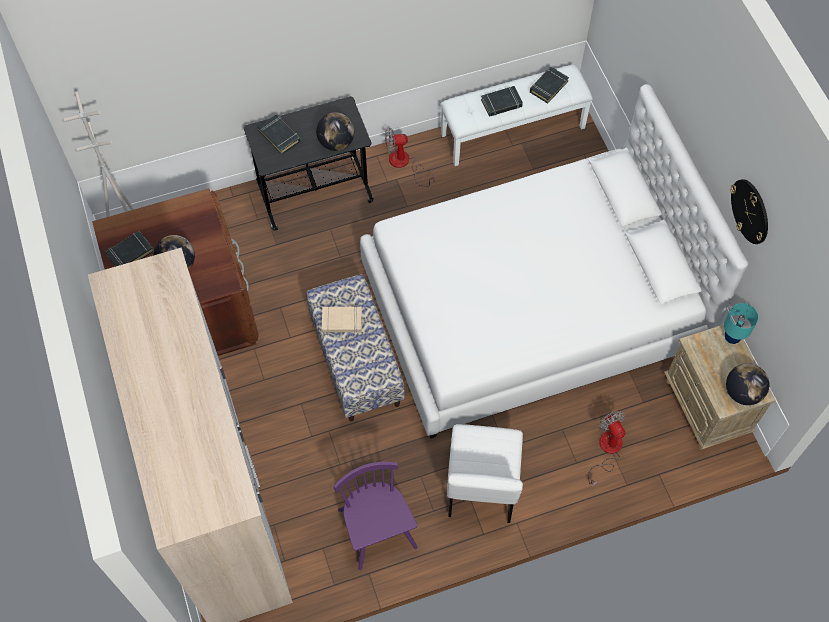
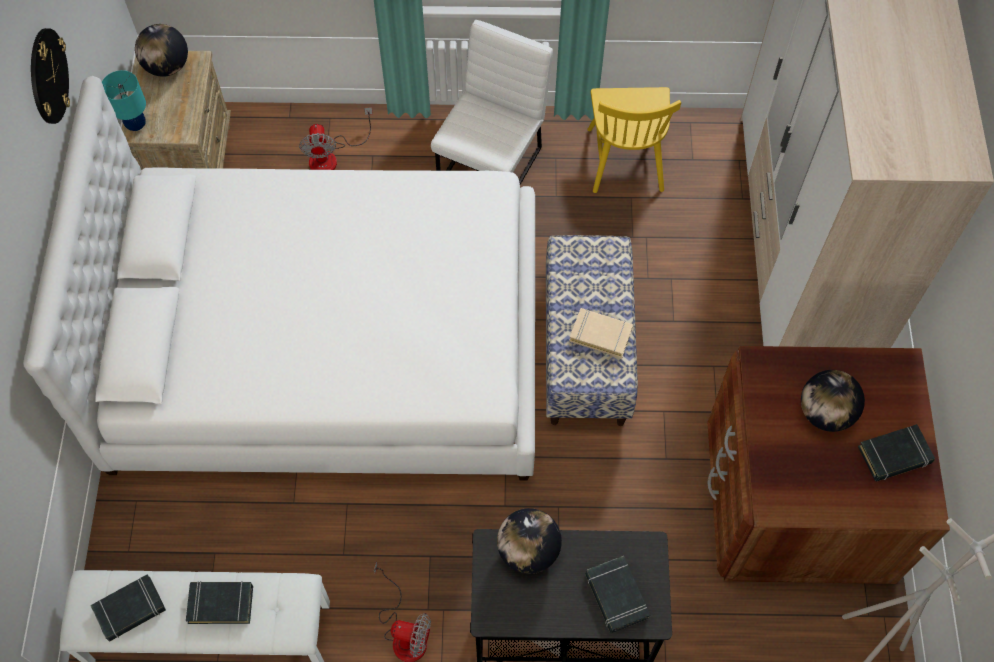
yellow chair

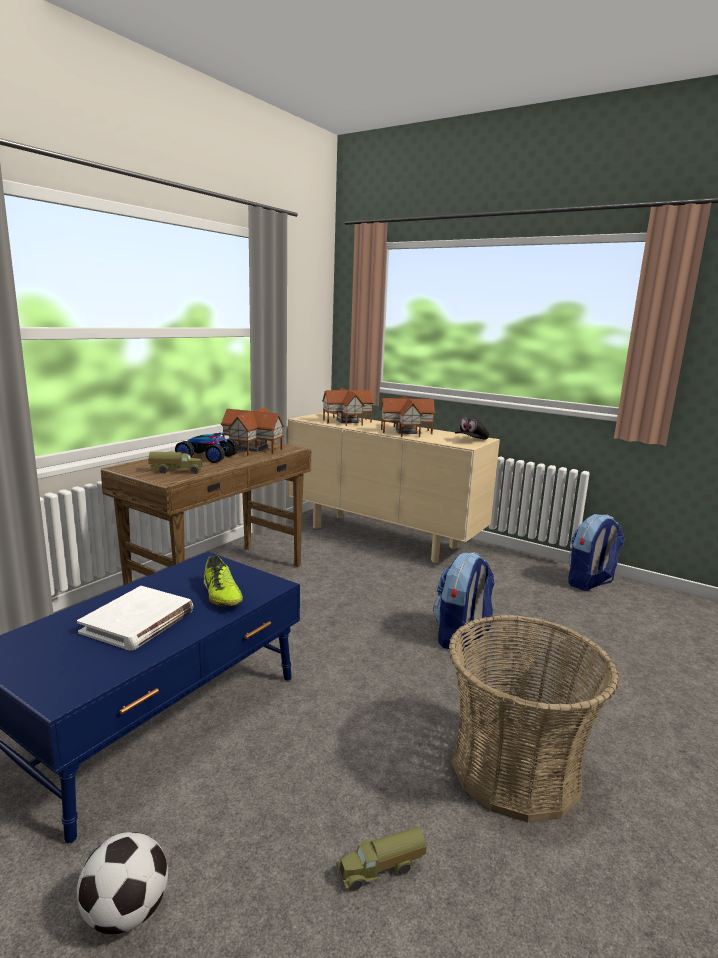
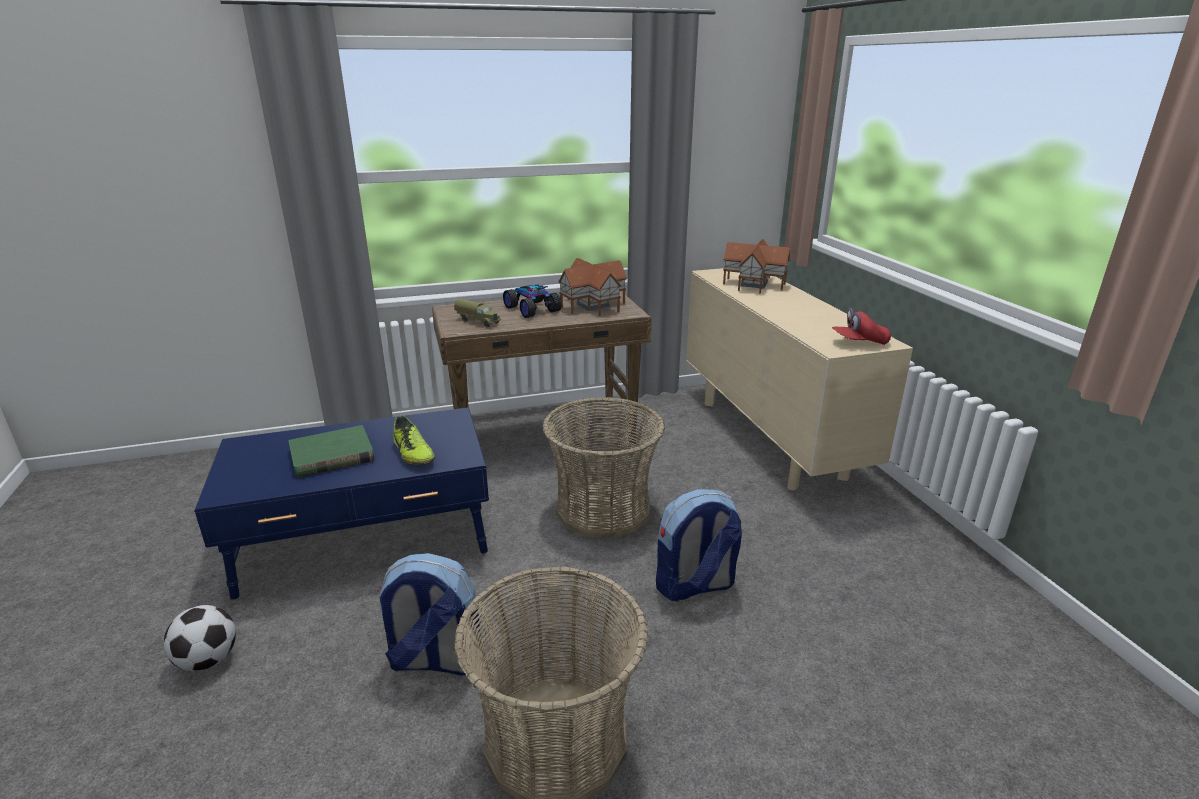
toy truck (no. 2 from left in the first image)
toy house (no. 3 from left in the first image)
basket (no. 2 from left)
backpack (no. 1 from left)
green book
red cap
shoe

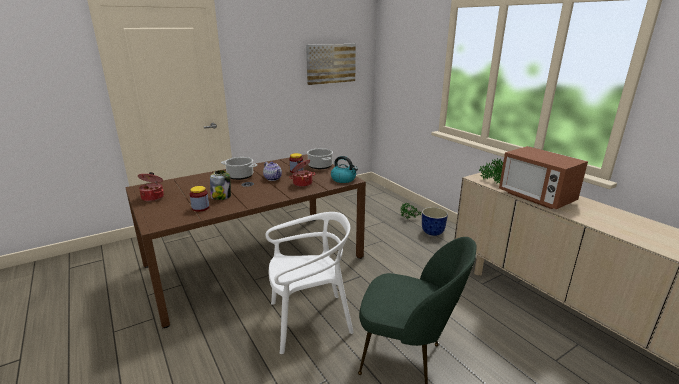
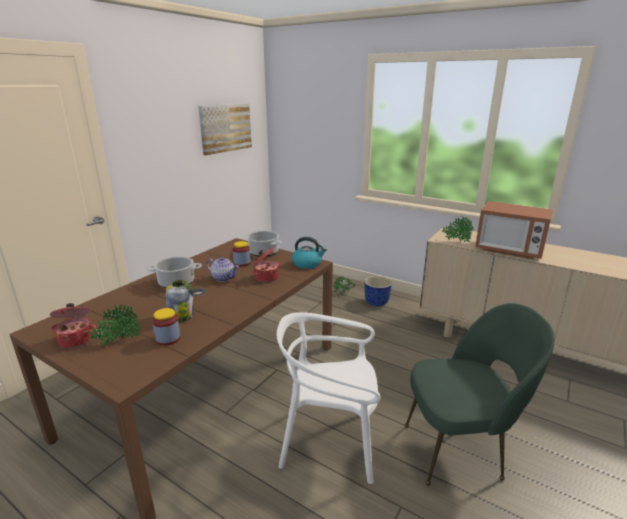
potted plant (no. 1 from left)
white chair

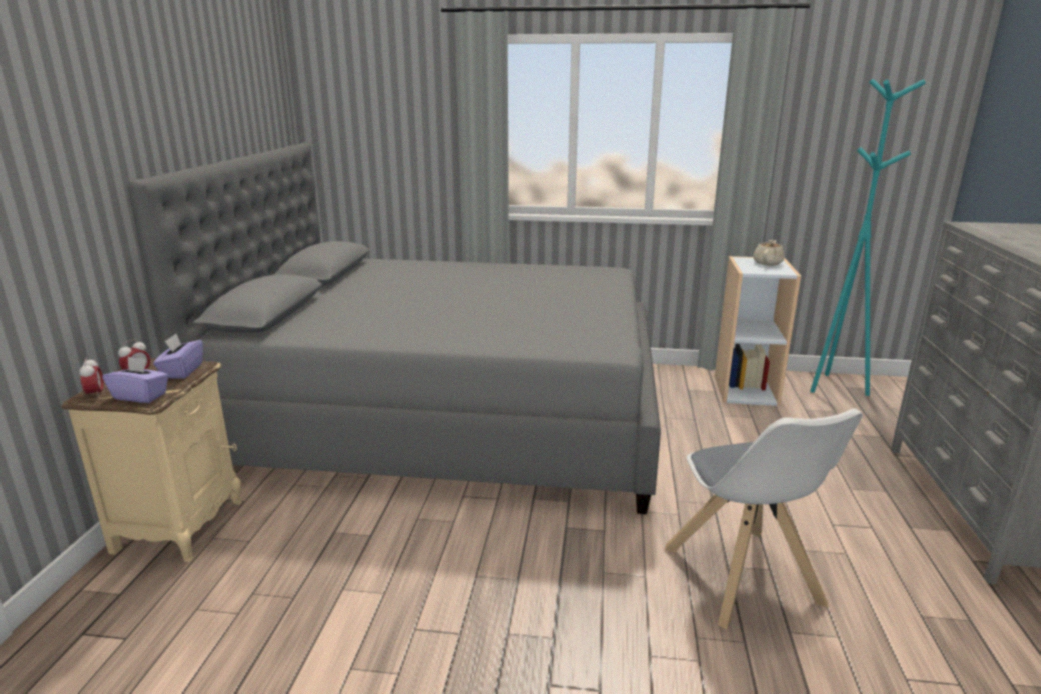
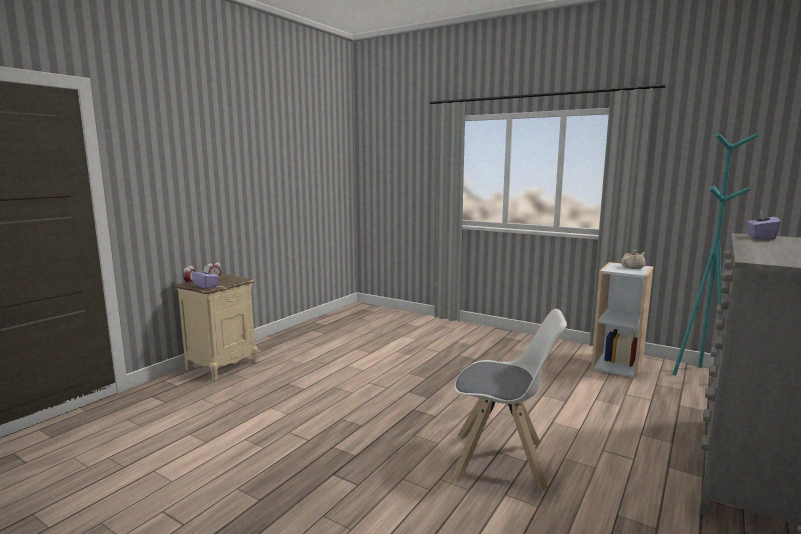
grey bed
purple tissue box (no. 2 from left)
chair

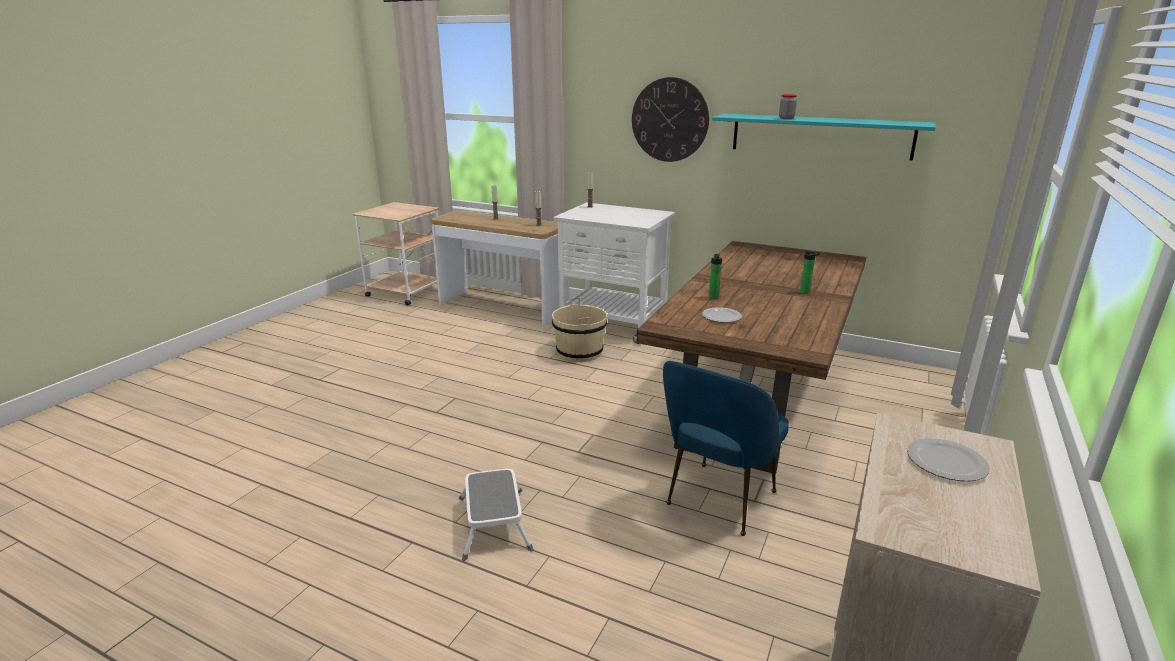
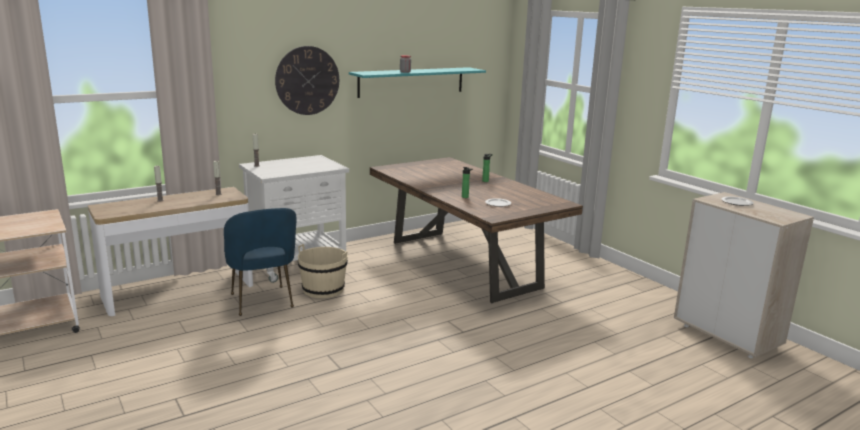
grey step ladder
blue chair

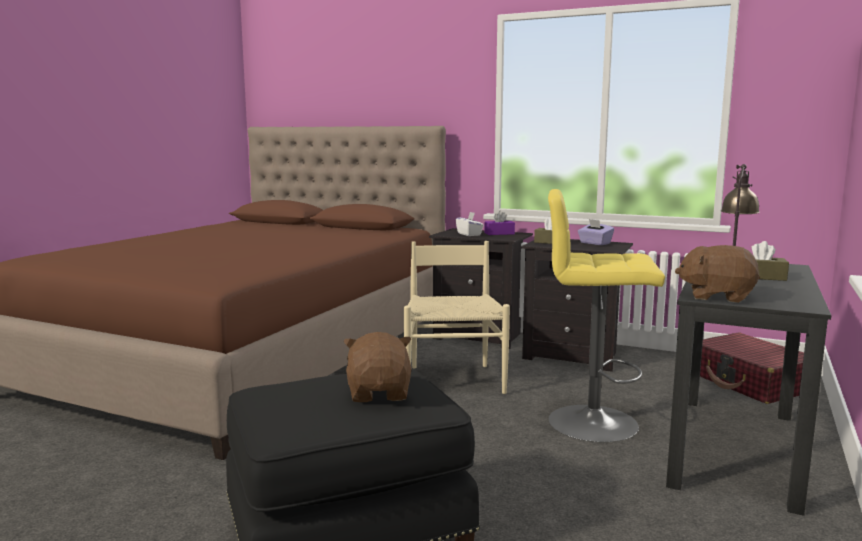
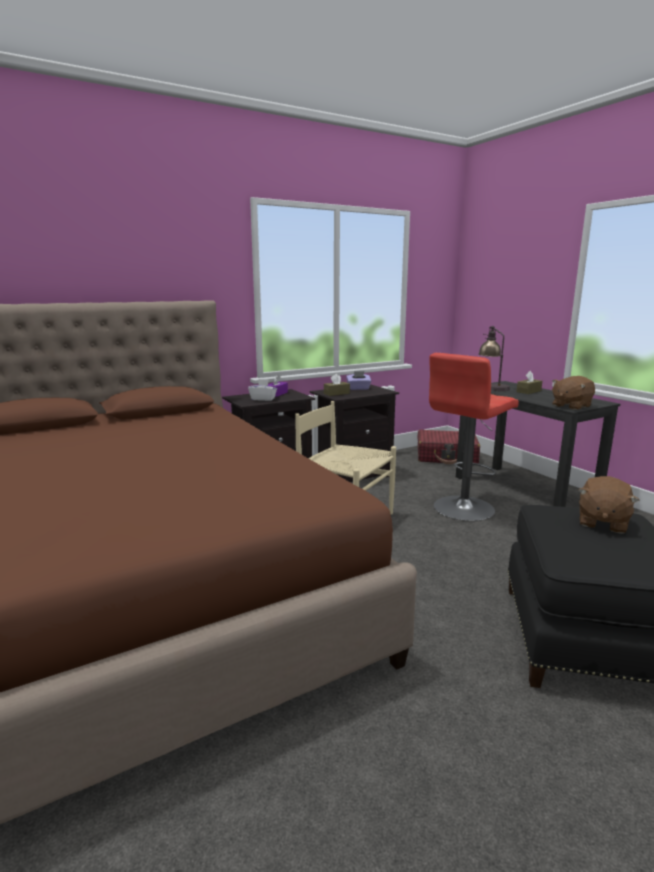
red stool
brown plush toy (no. 2 from left)

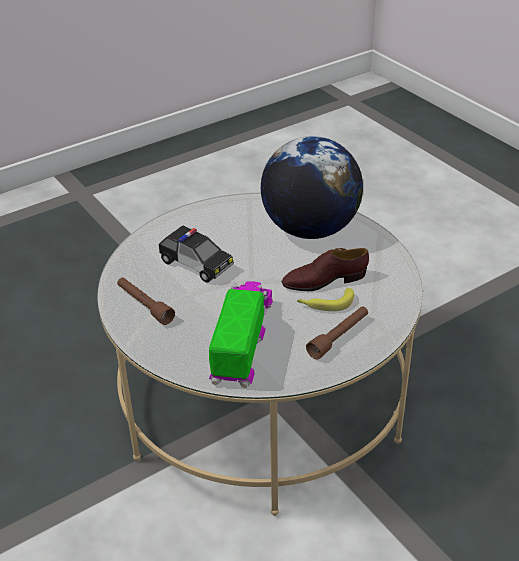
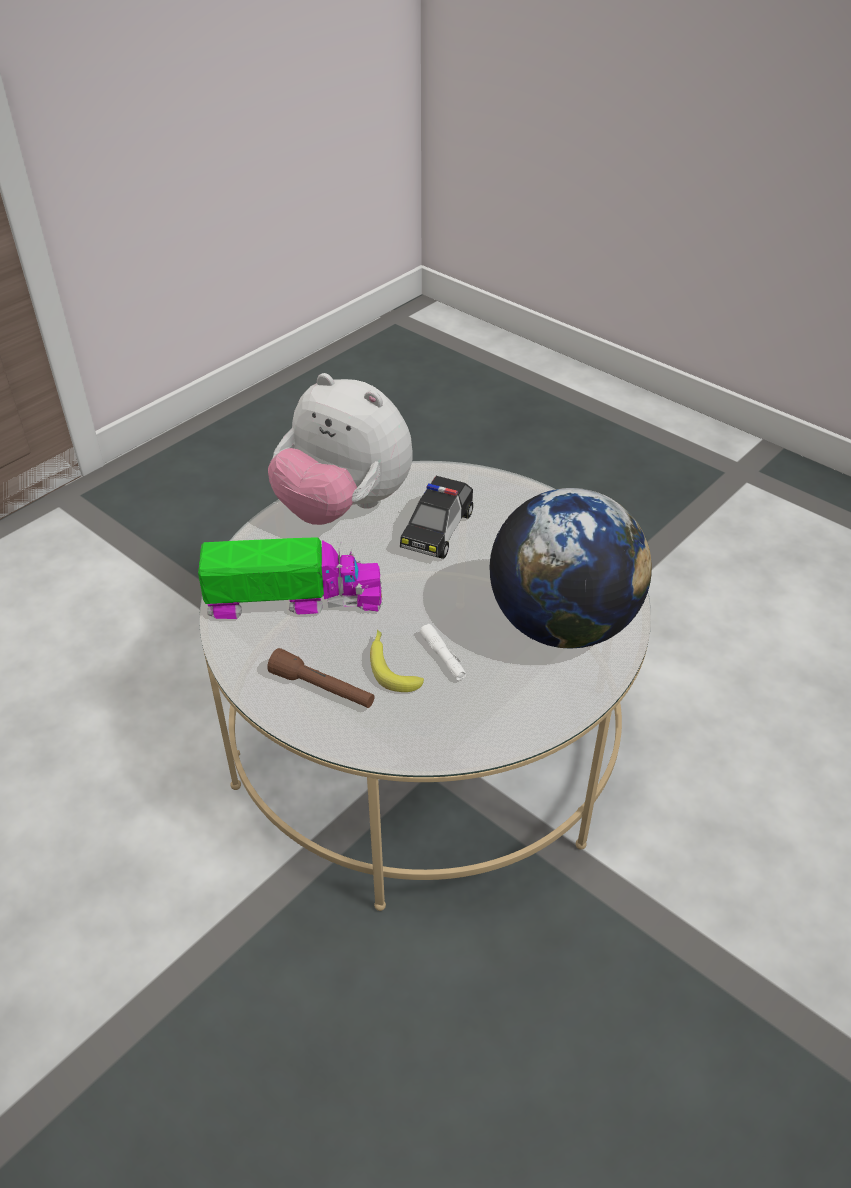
plush toy
white flashlight

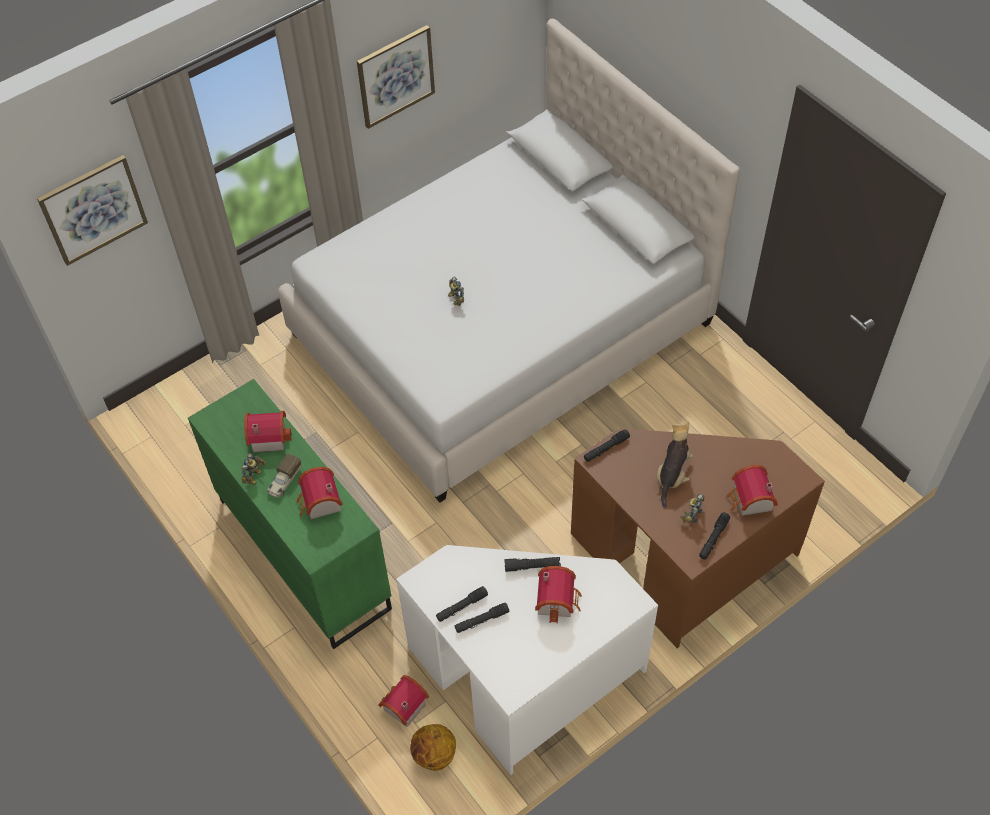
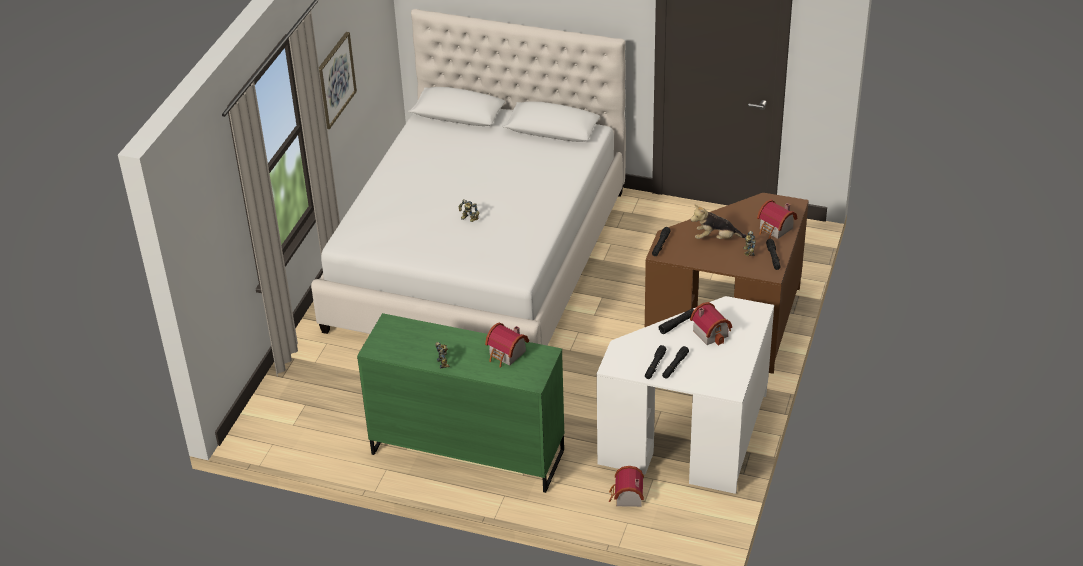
picture (no. 1 from left in the first image)
toy house (no. 1 from left in the first image)
toy truck
basketball
plush toy

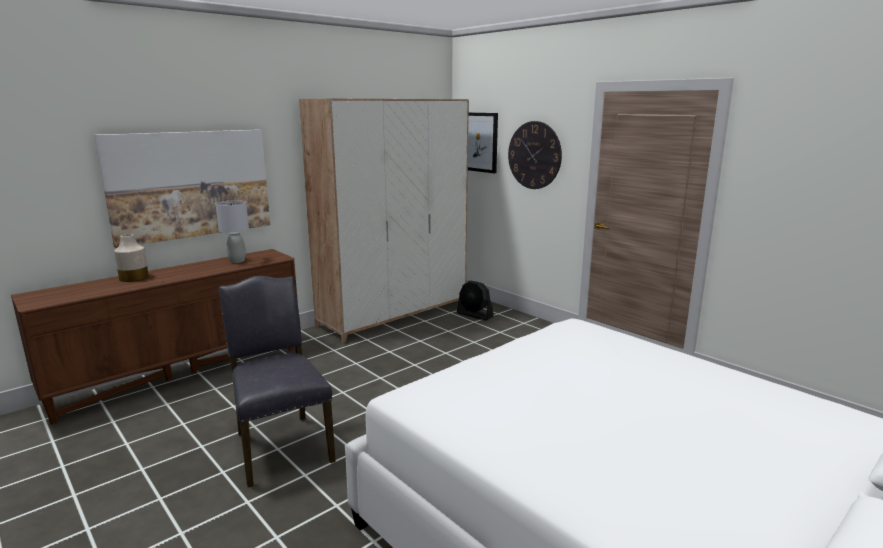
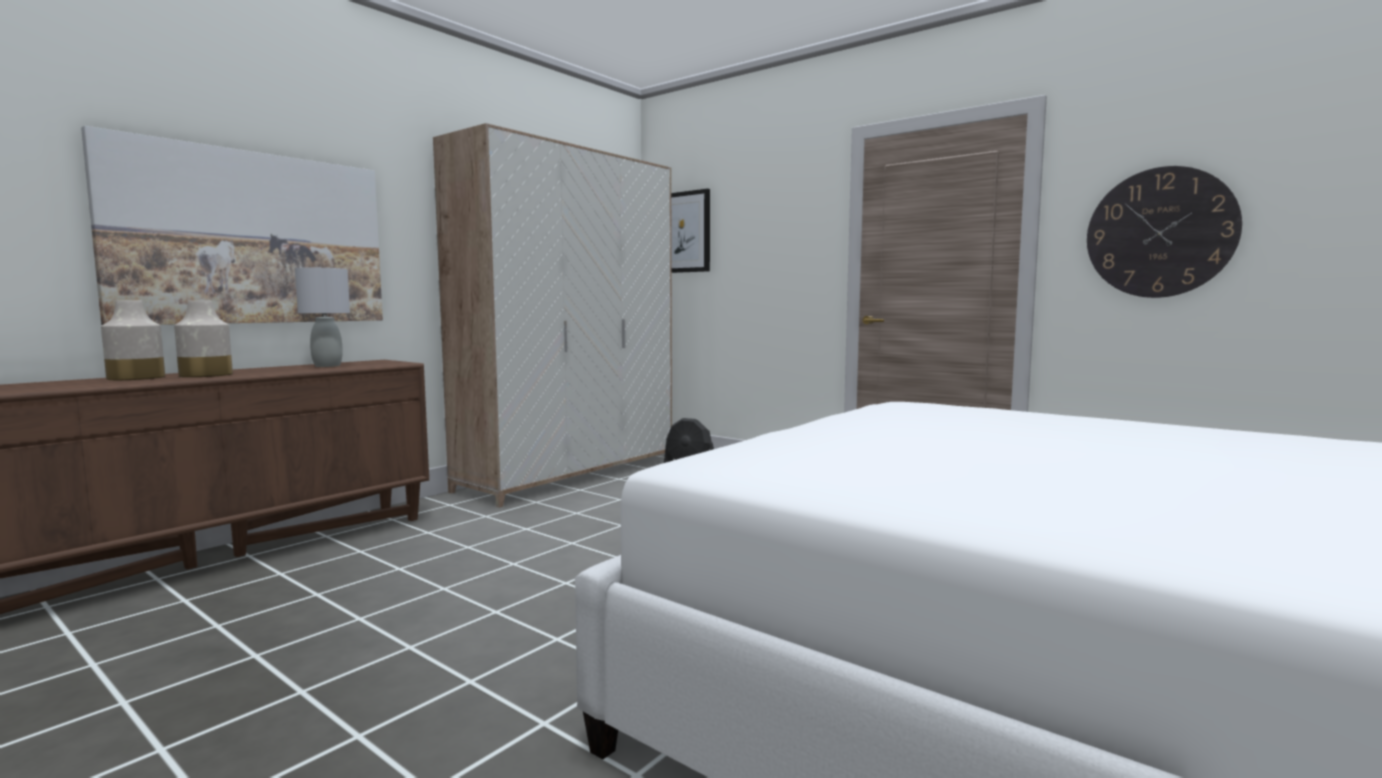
grey chair
beige vase (no. 2 from left)
wall clock

